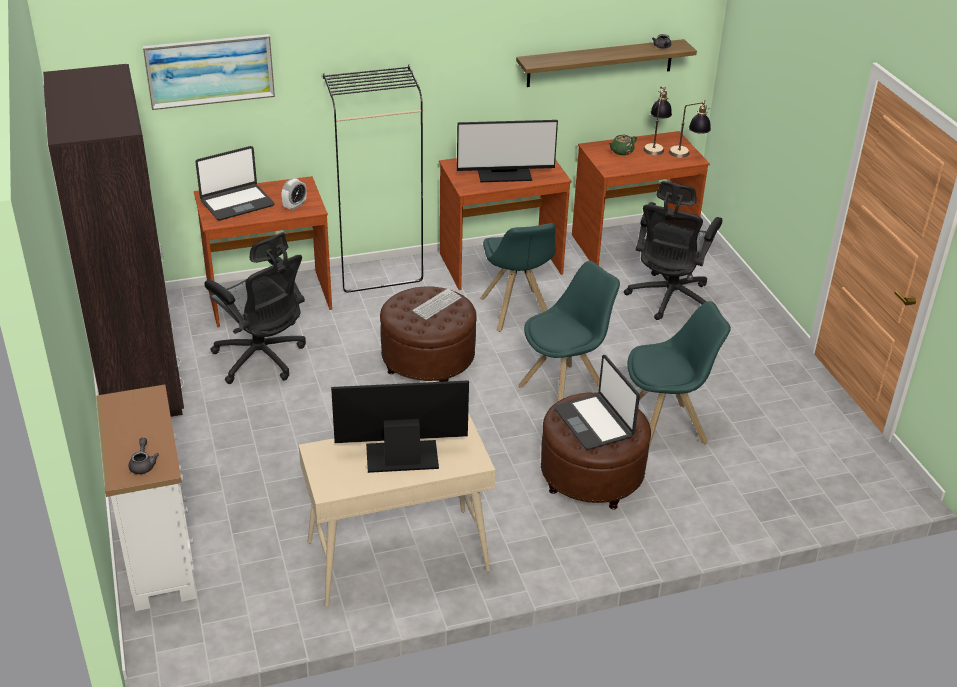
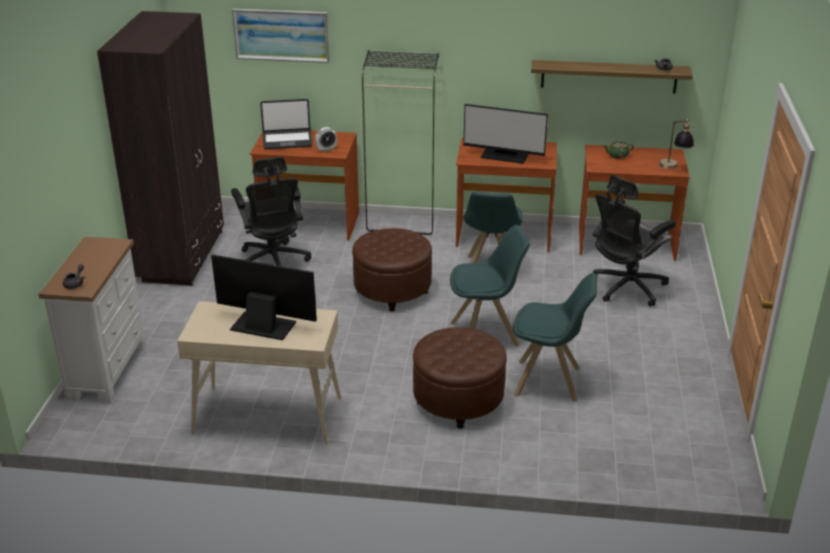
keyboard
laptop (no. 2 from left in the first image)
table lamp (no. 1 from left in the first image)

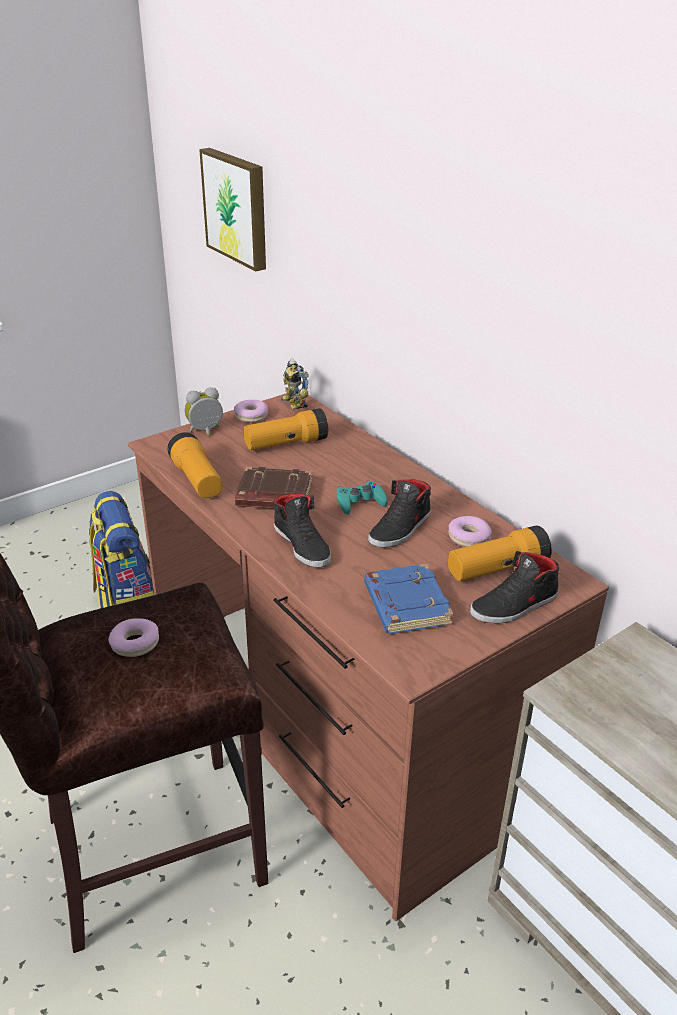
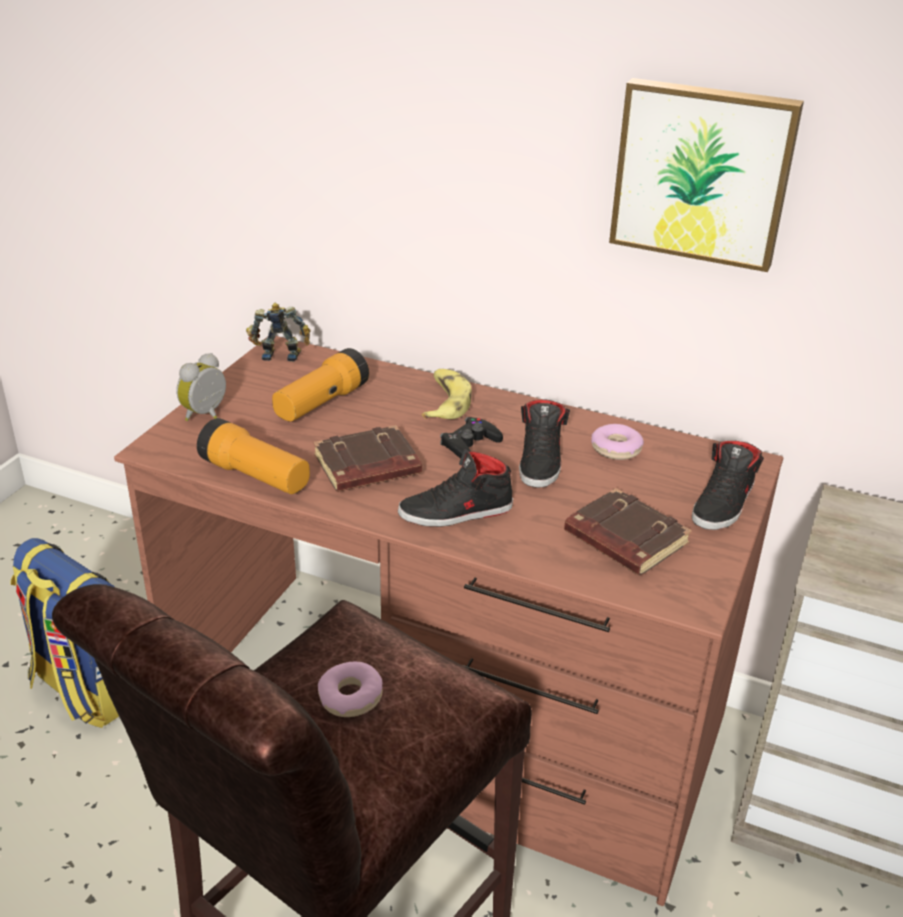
donut (no. 2 from left in the first image)
flashlight (no. 3 from left in the first image)
banana
picture
black game controller
brown book (no. 2 from left)
black shoe (no. 1 from left)
toy robot

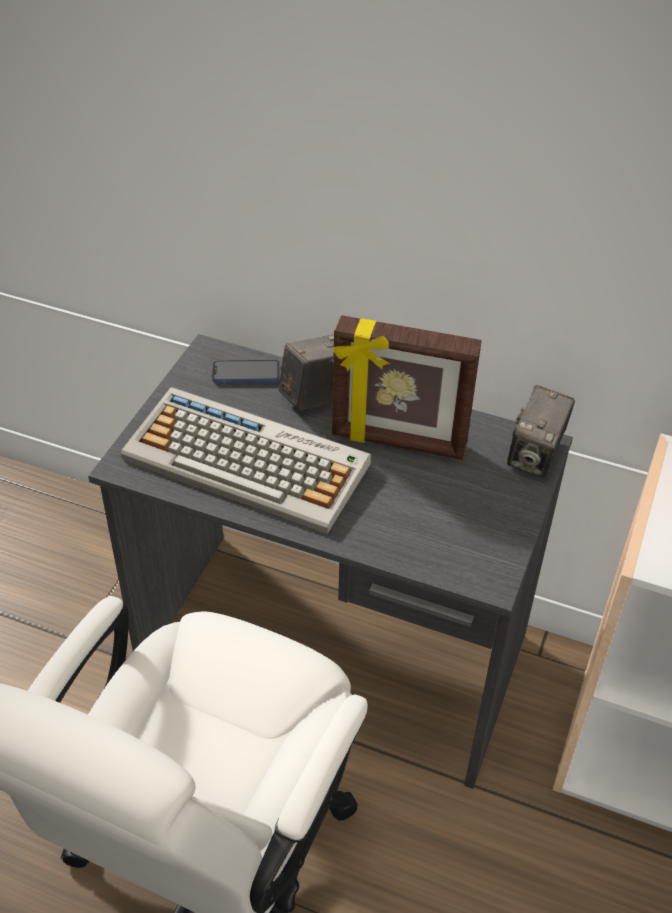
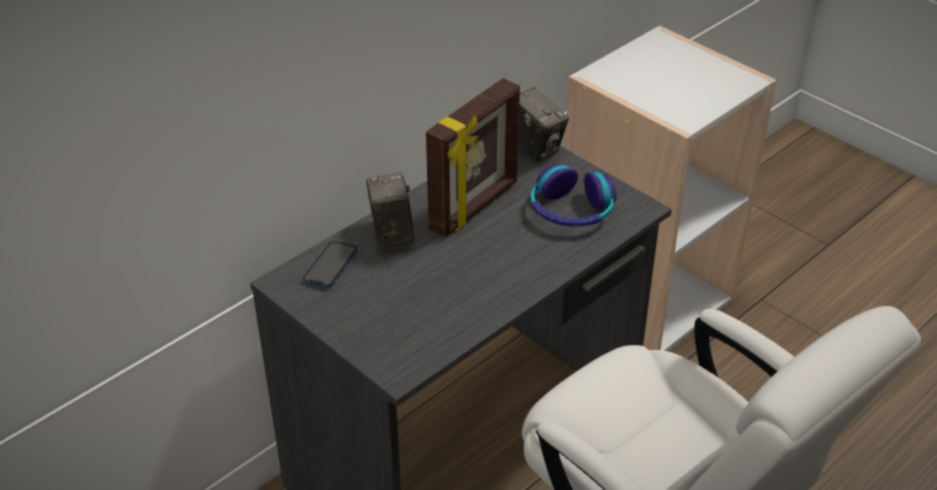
keyboard
headphones

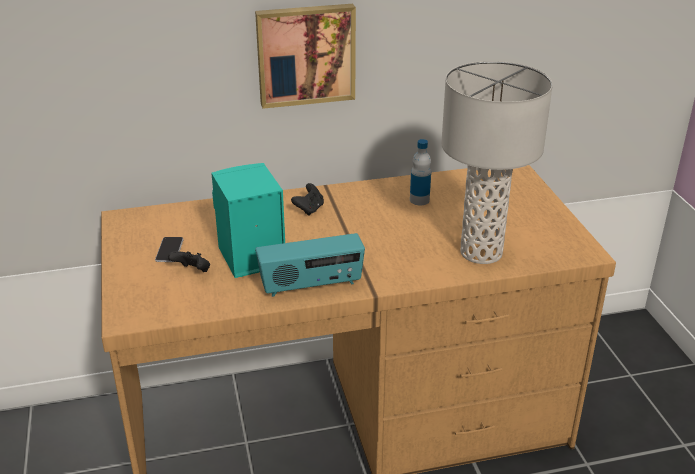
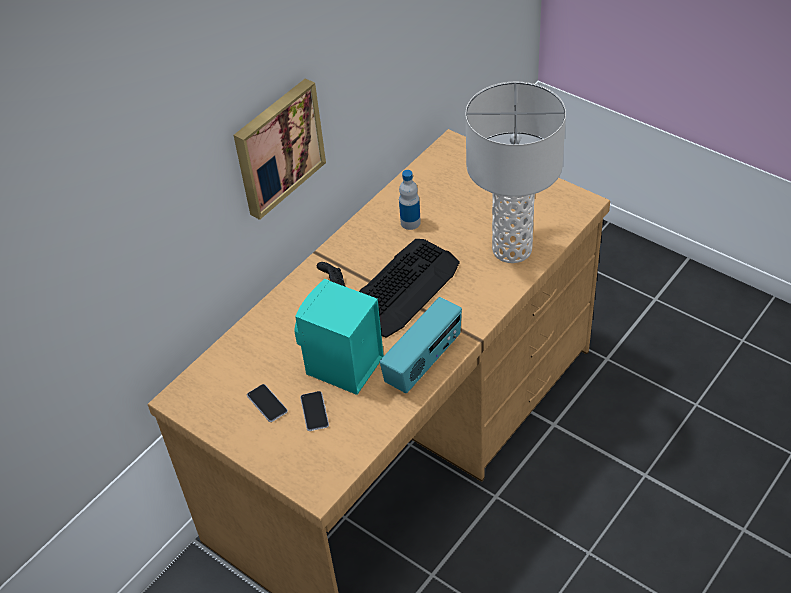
keyboard
phone (no. 2 from left)

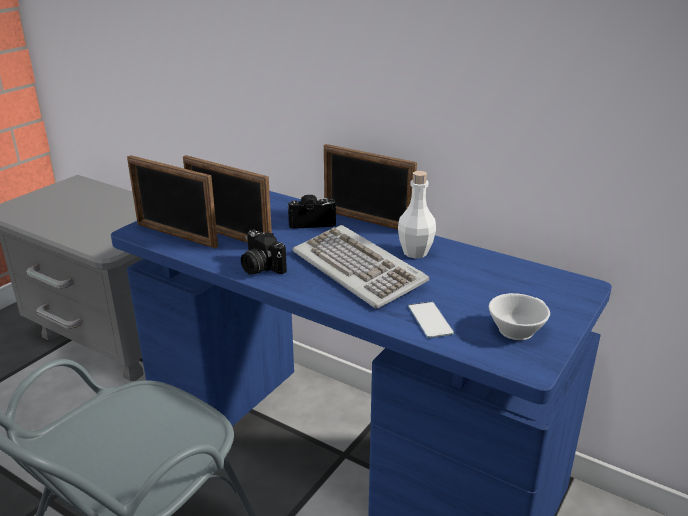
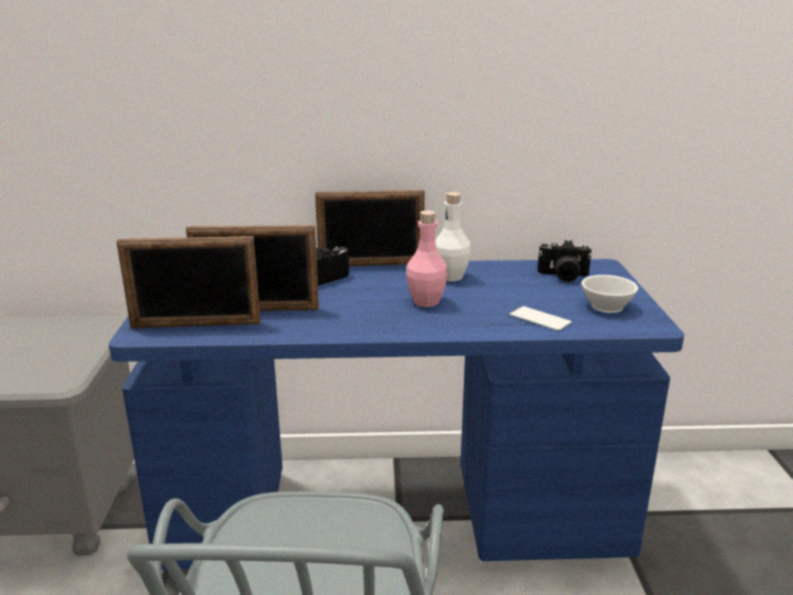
photo camera (no. 2 from left)
pink bottle

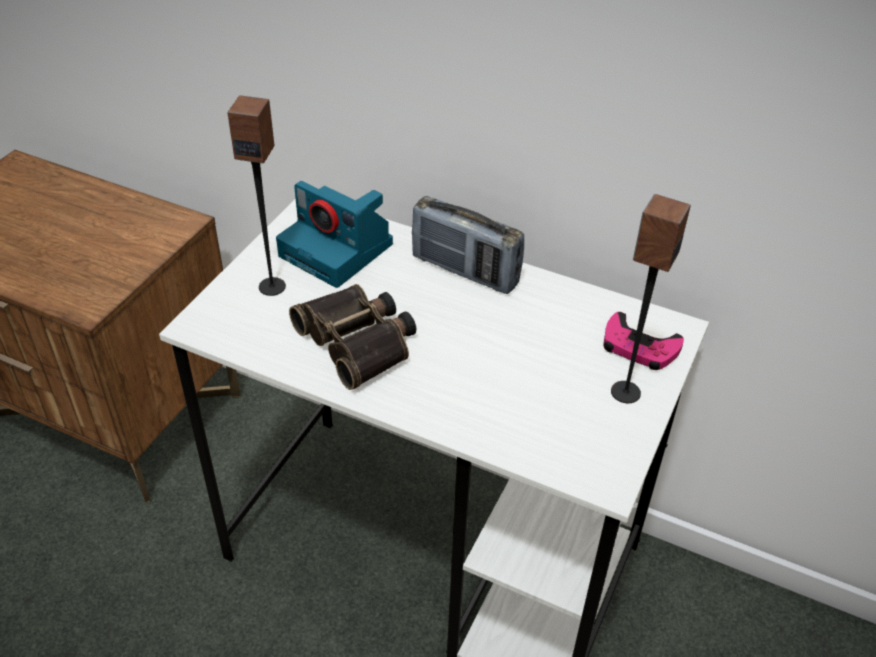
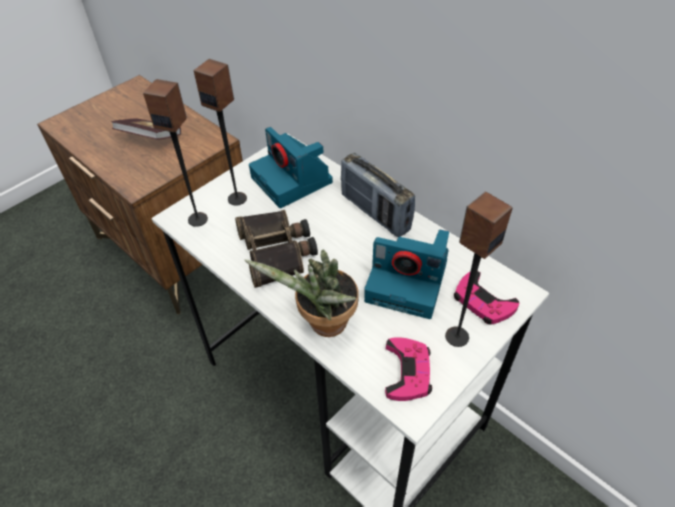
book
speaker (no. 1 from left)
potted plant
photo camera (no. 2 from left)
pink game controller (no. 1 from left)

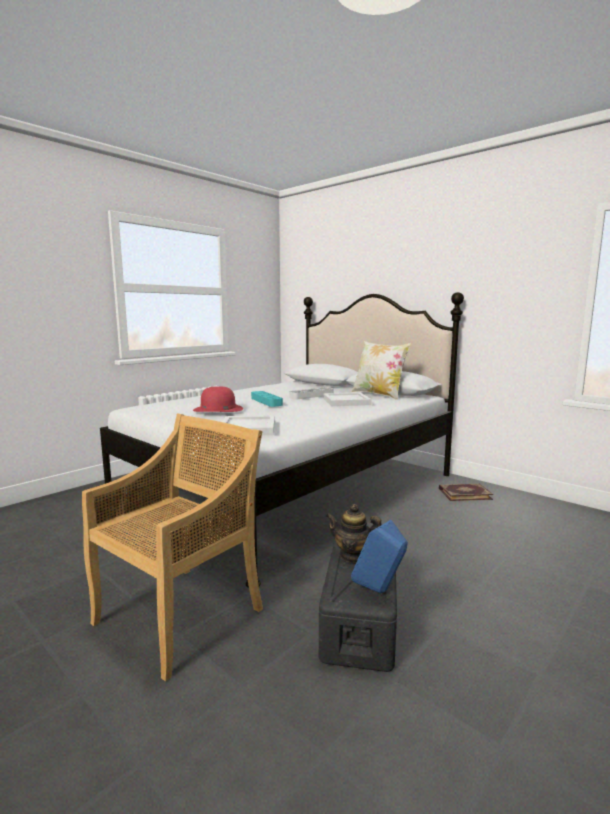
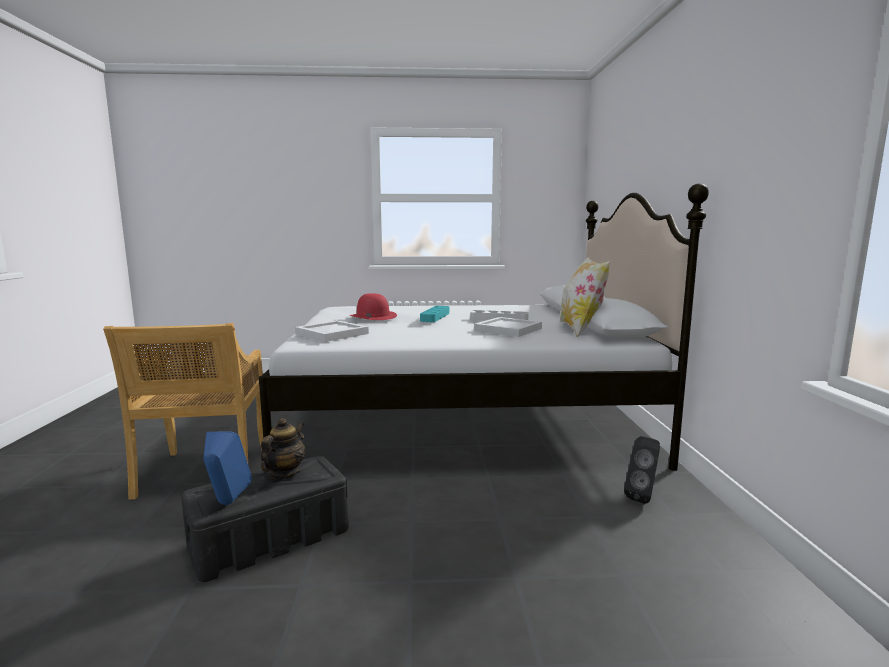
black speaker
beige chair
teapot

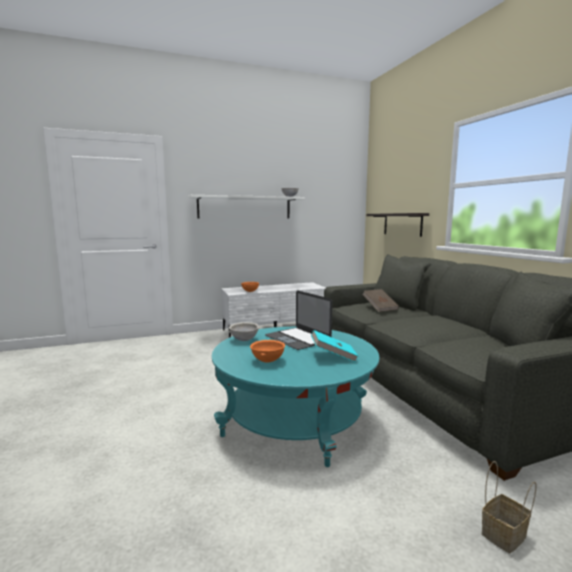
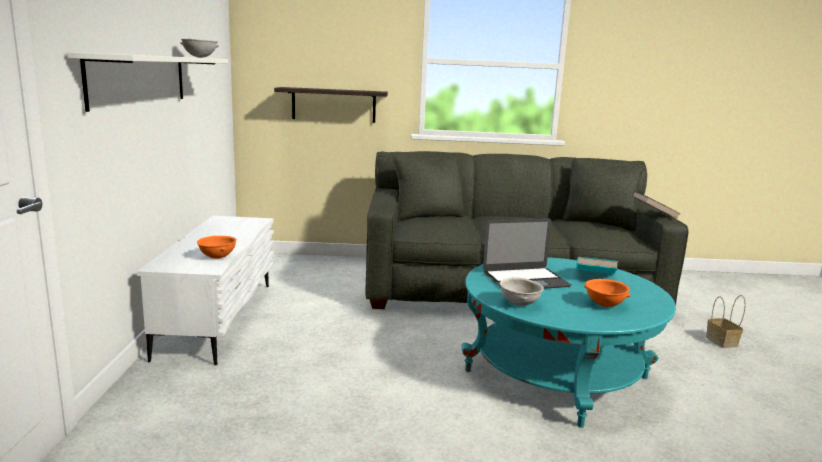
brown book

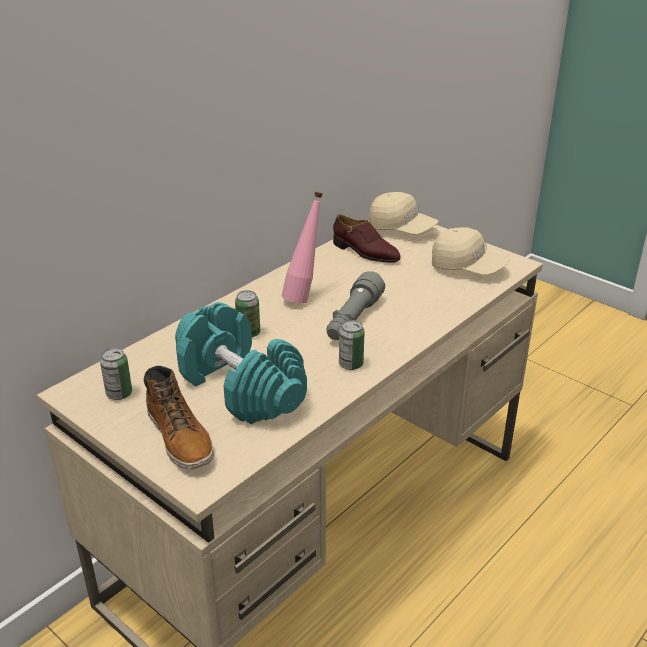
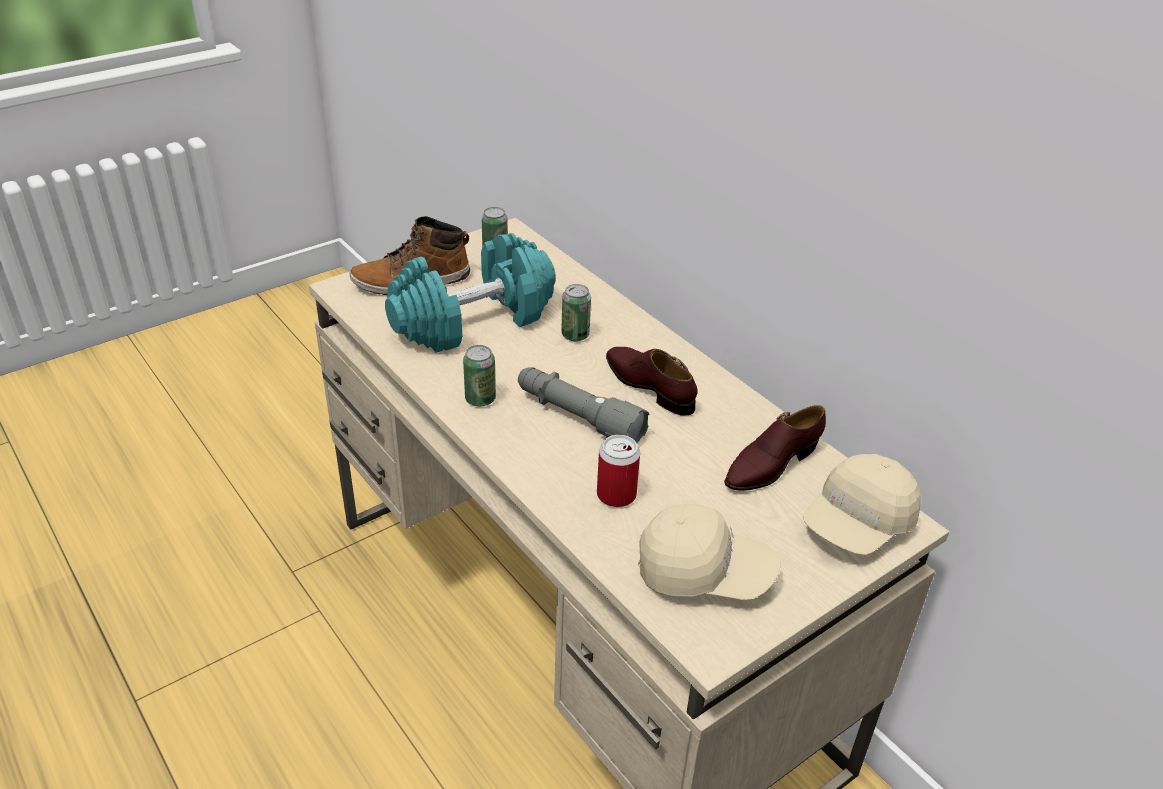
can (no. 4 from left)
brown shoe (no. 1 from left)
beige cap (no. 1 from left)

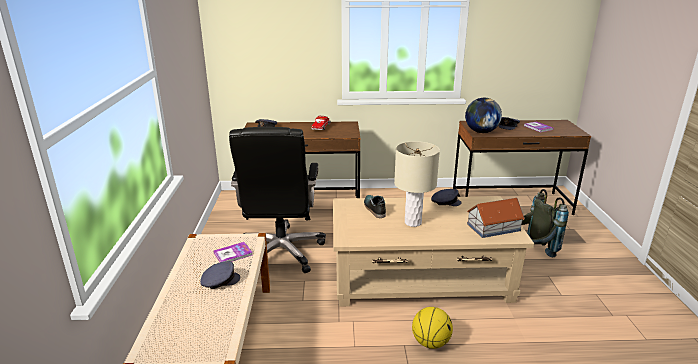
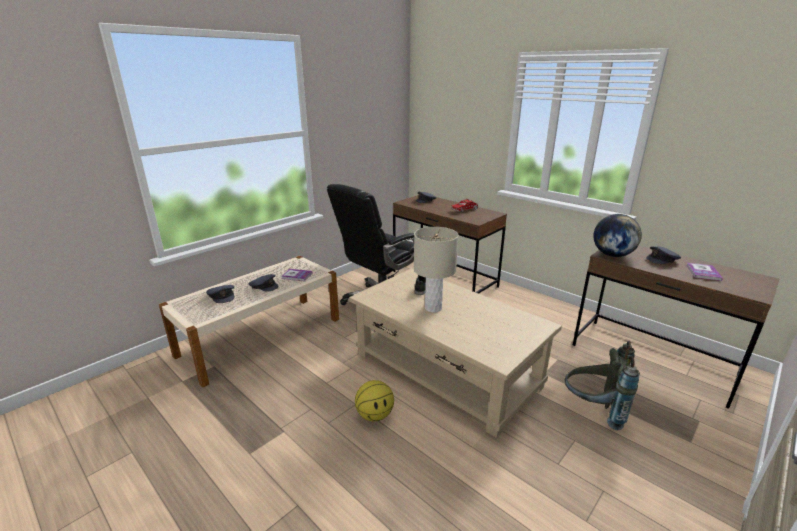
toy house
grey cap (no. 1 from left)

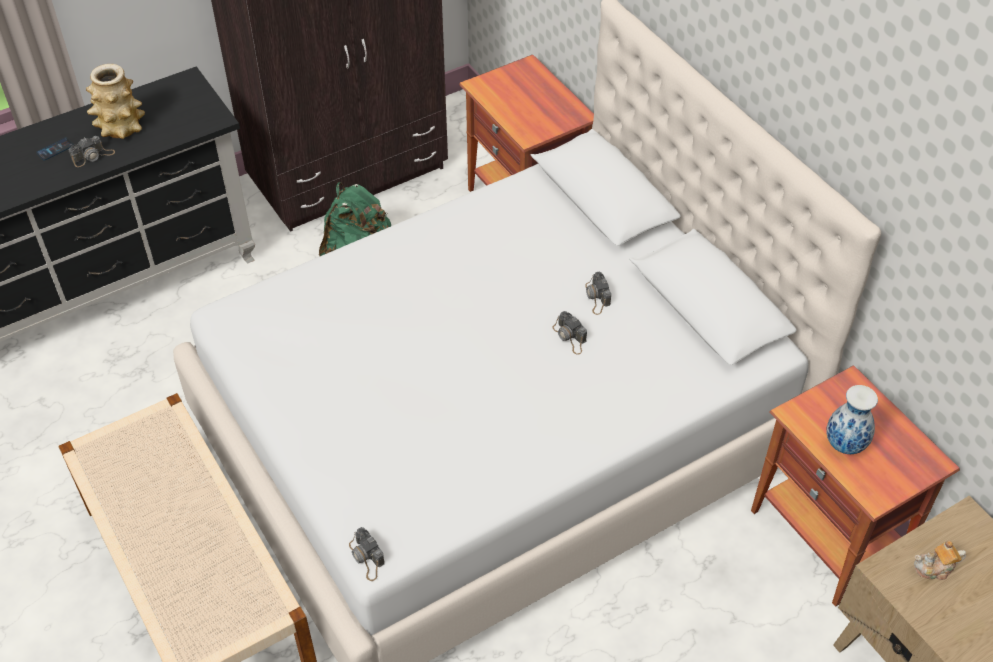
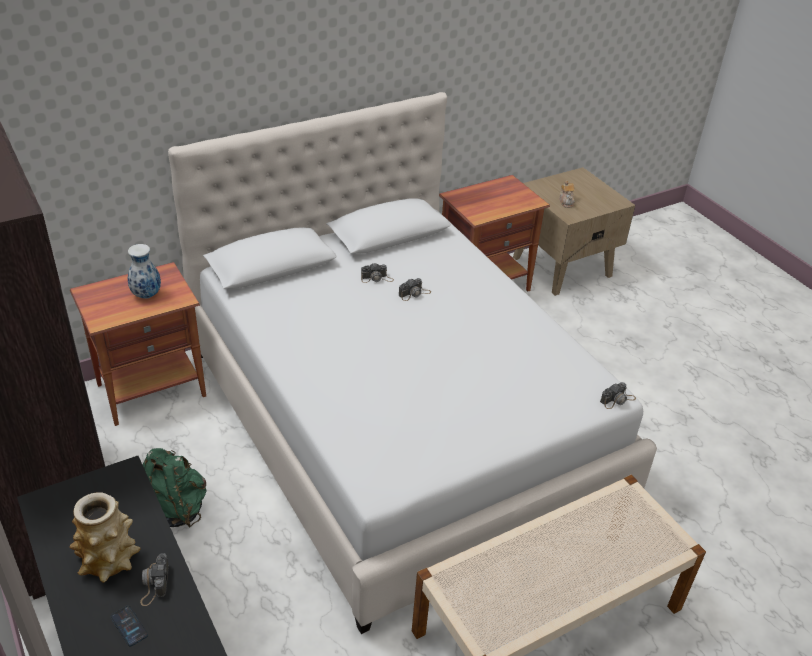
vase (no. 2 from left)
photo camera (no. 1 from left)

